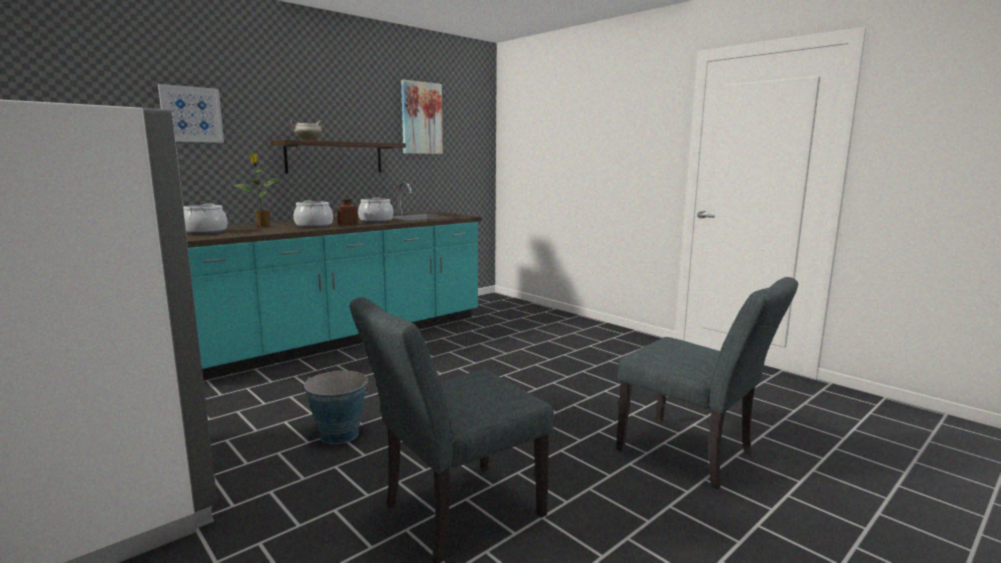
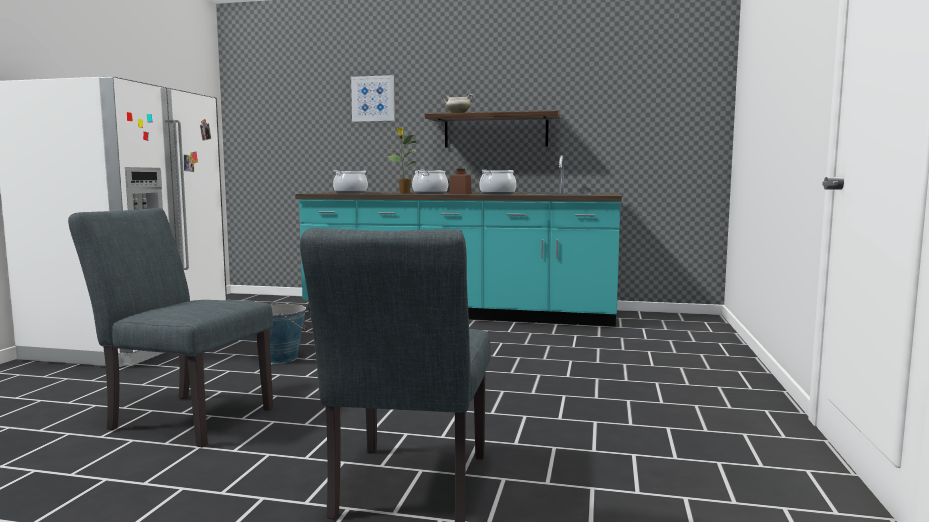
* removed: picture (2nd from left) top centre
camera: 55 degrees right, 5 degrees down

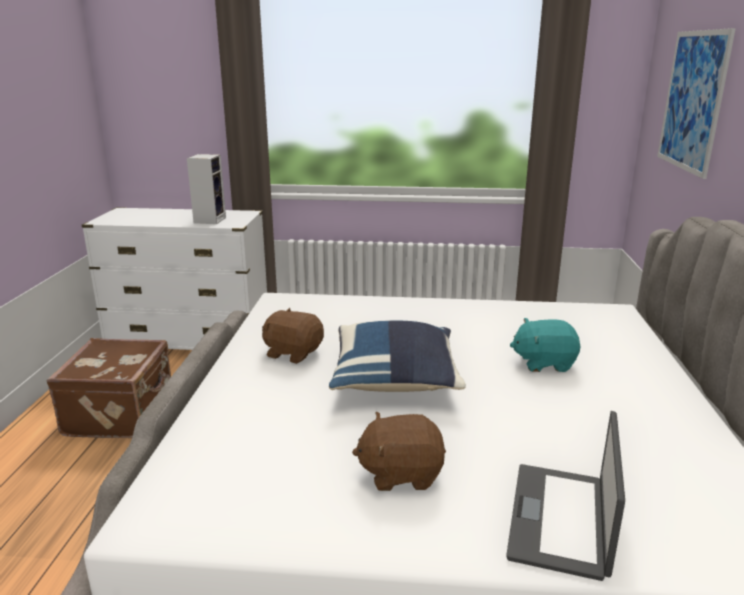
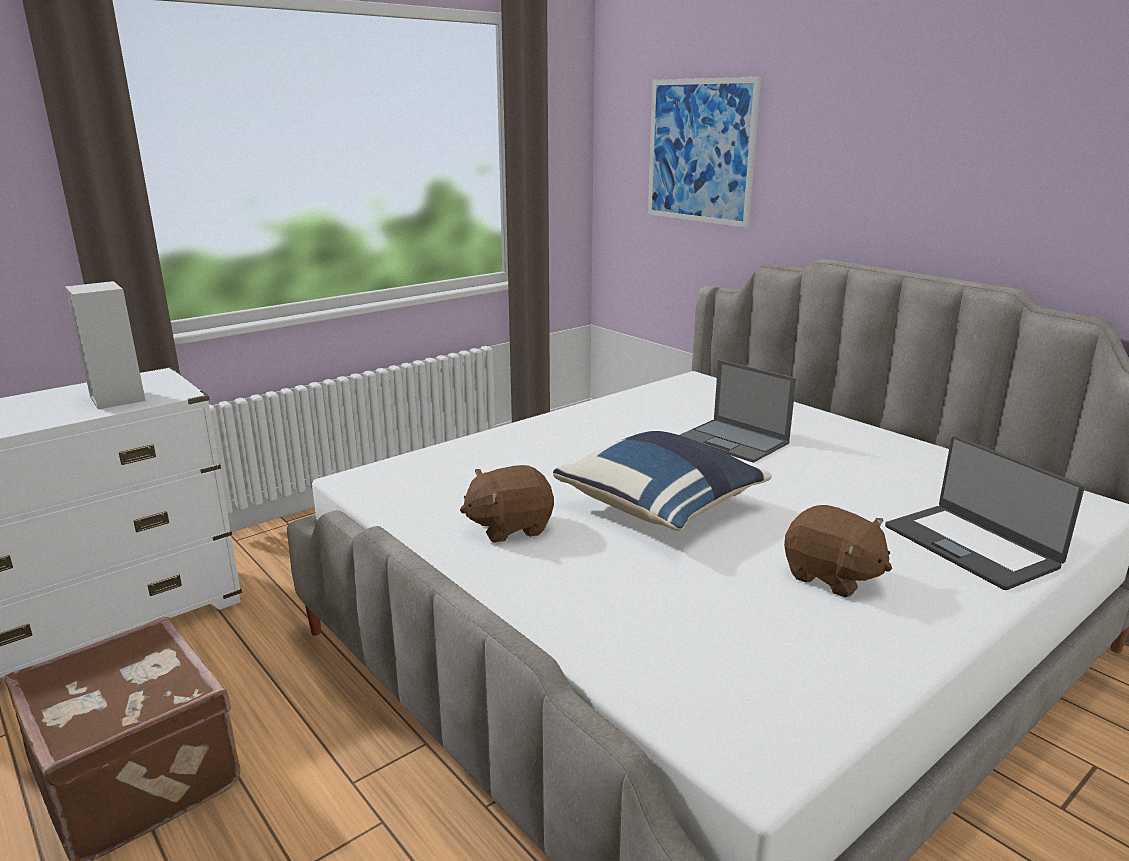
* turned: brown plush toy (2nd from left) bottom centre = middle right 90 degrees counterclockwise
* replaced: turquoise plush toy middle right to laptop (1st from left) centre
camera: 45 degrees left, 0 degrees up

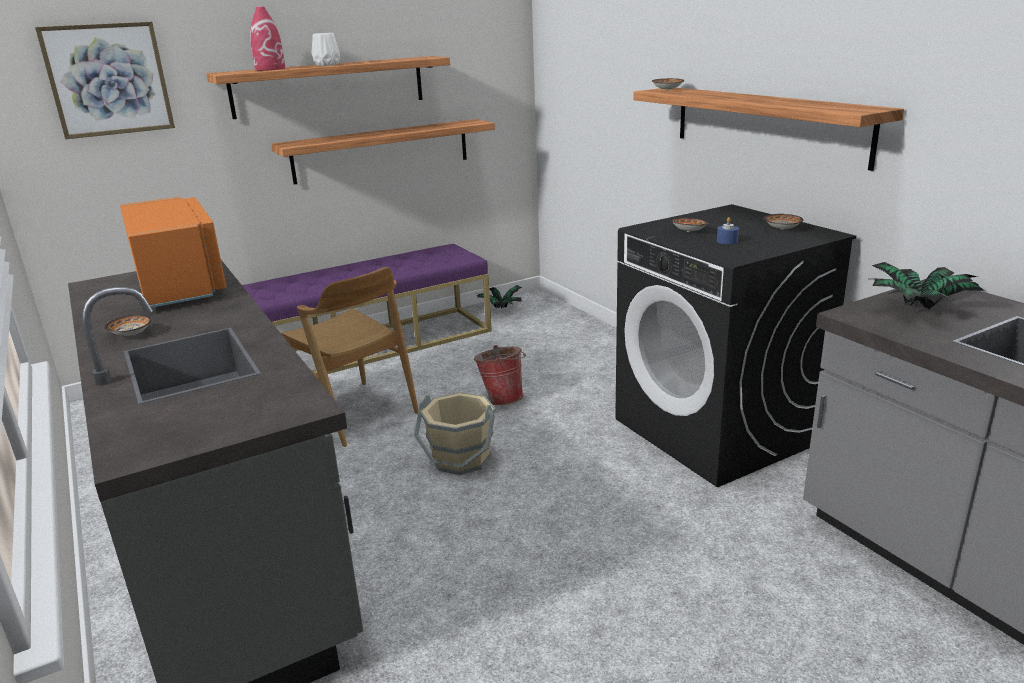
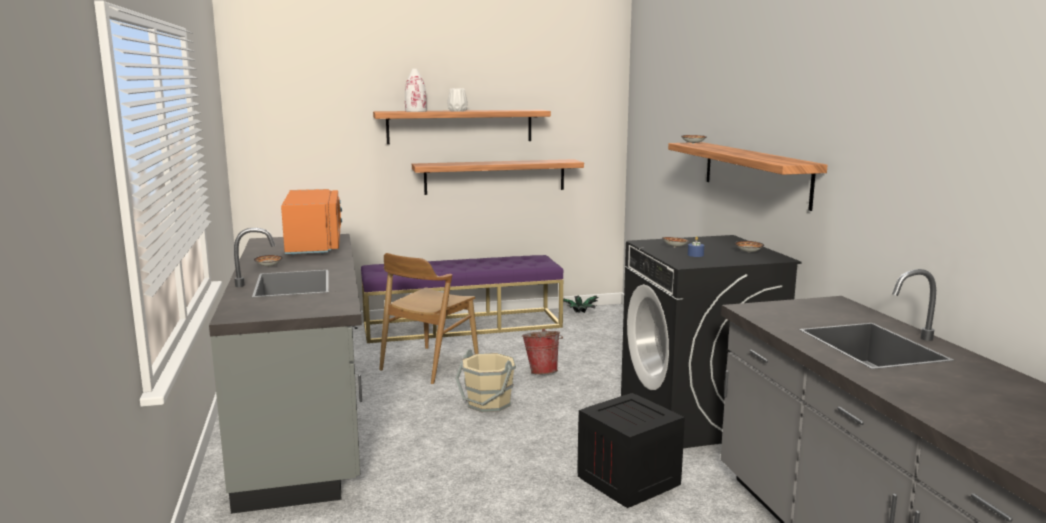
* removed: picture top left
* recoloured: red vase top left to white vase (1st from left) top centre
* turned: brown chair centre = centre 60 degrees clockwise
* removed: potted plant (2nd from left) middle right
* added: crate bottom centre
camera: 15 degrees right, 10 degrees down

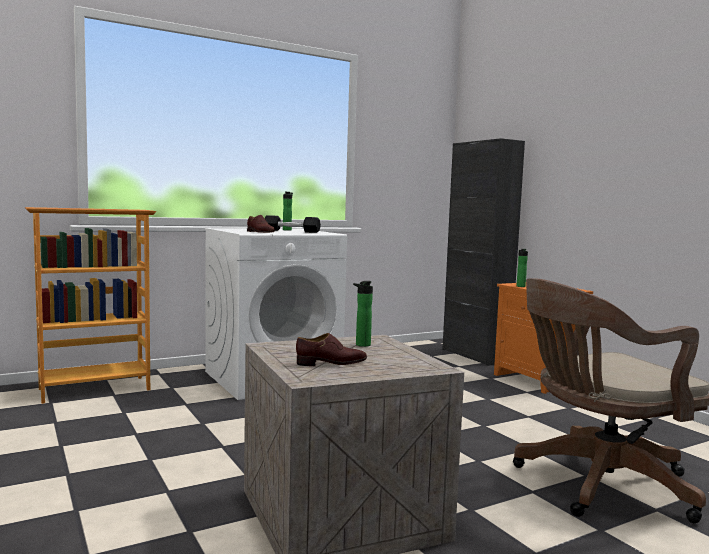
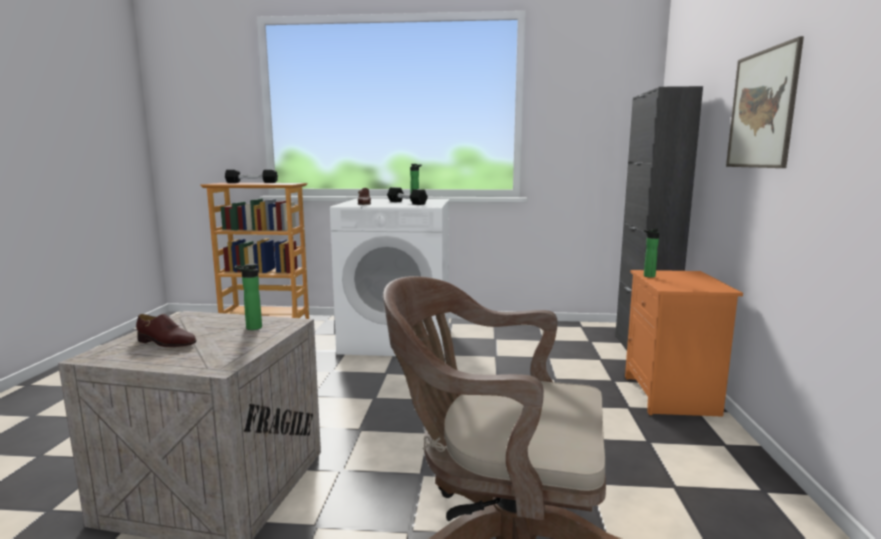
* added: black dumbbell (1st from left) top left
* added: picture top right
camera: 35 degrees right, 5 degrees up

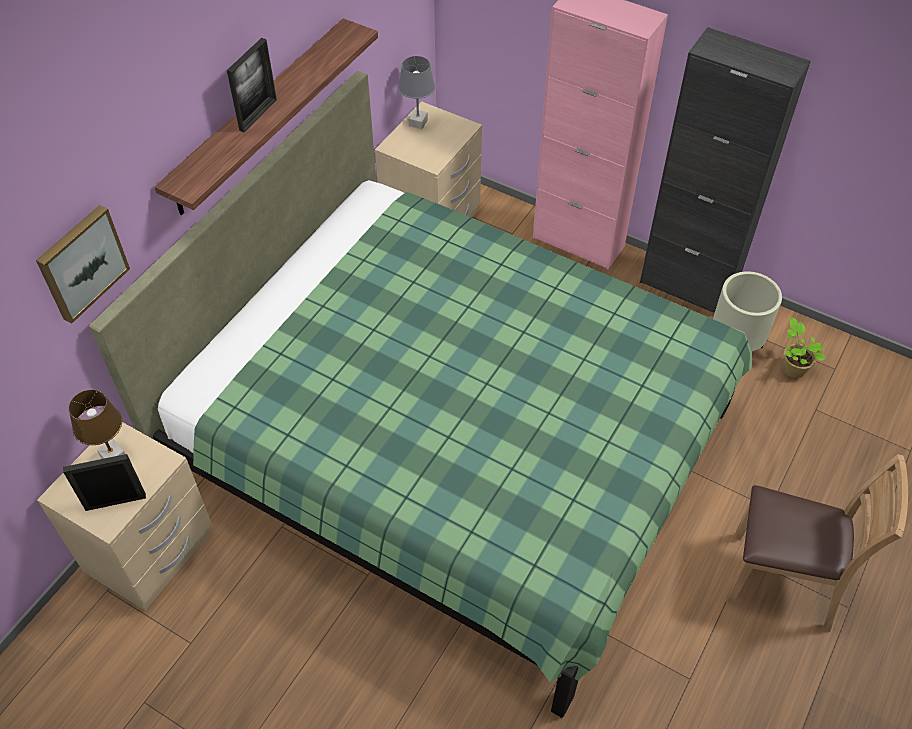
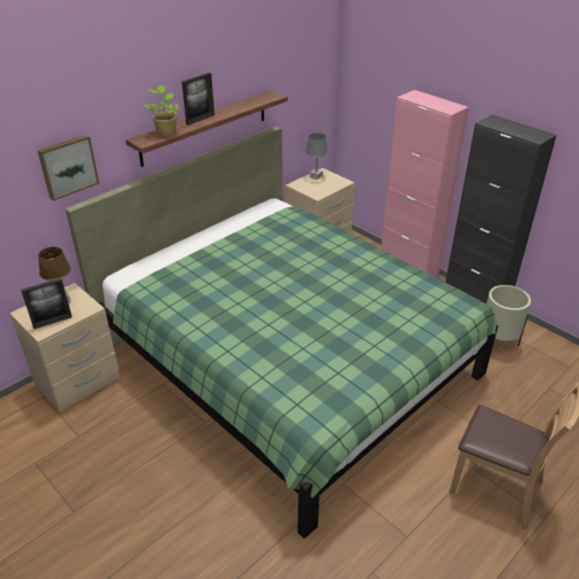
* turned: picture frame (1st from left) middle left = middle left 150 degrees clockwise
* moved: potted plant middle right to top left
camera: 15 degrees right, 15 degrees down

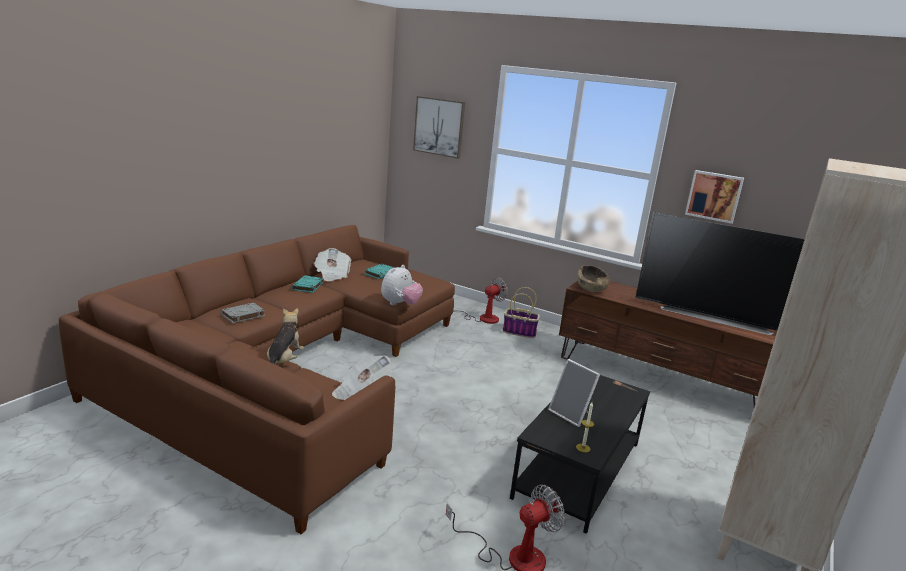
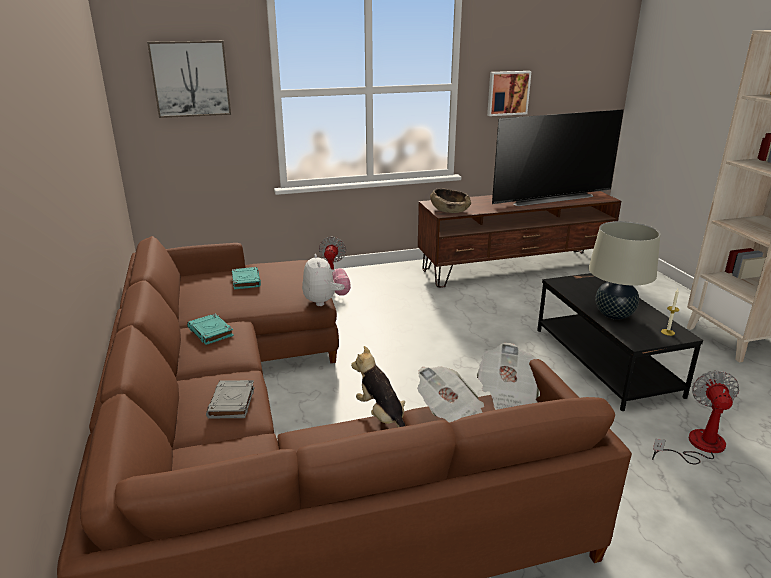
* moved: newspaper (1st from left) centre to bottom centre
* removed: basket centre
* replaced: picture frame bottom centre to beige table lamp middle right
camera: 45 degrees left, 5 degrees up

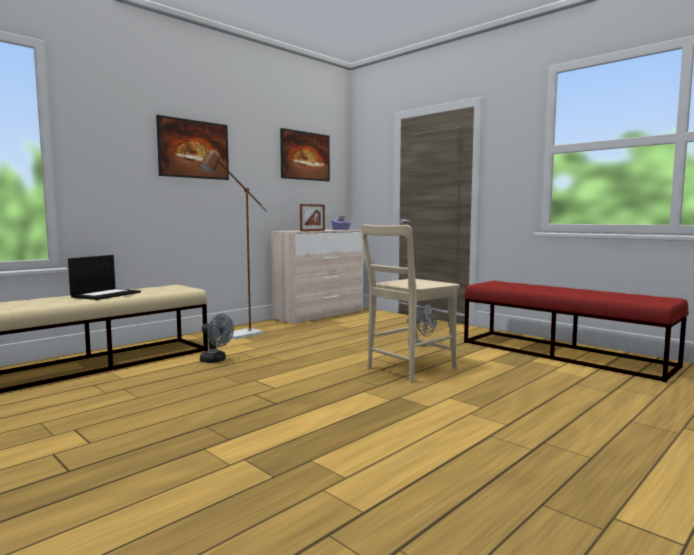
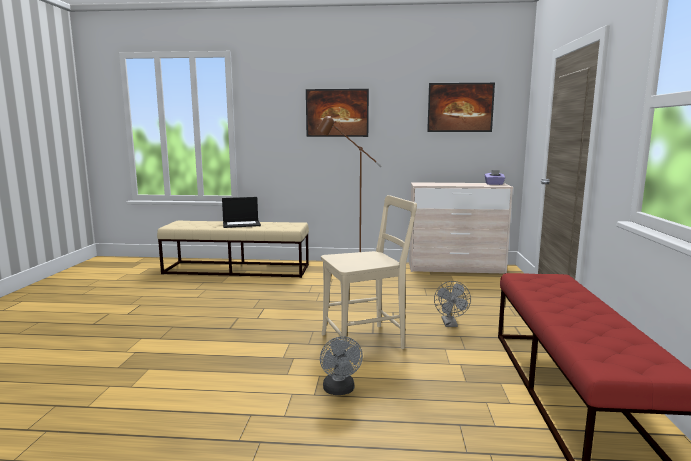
* moved: grey fan (1st from left) middle left to bottom centre
* removed: picture frame centre
* turned: beige chair centre = centre 150 degrees clockwise
camera: 50 degrees right, 5 degrees up

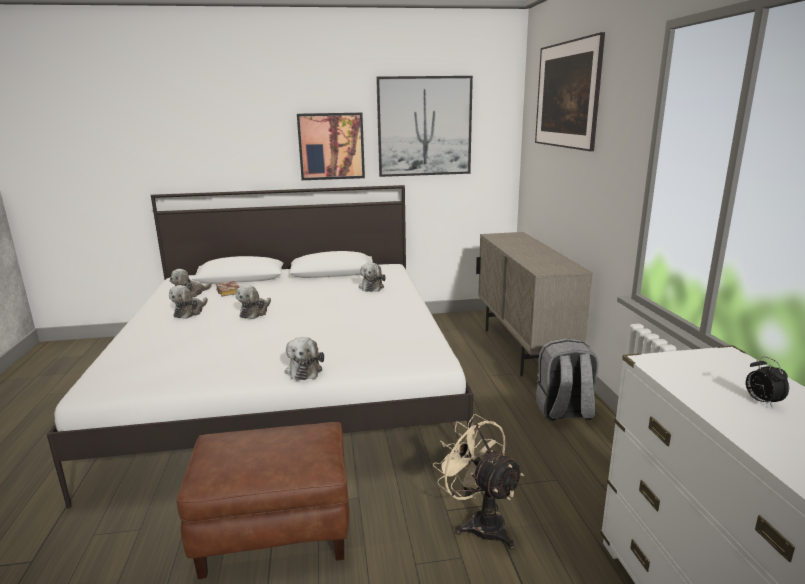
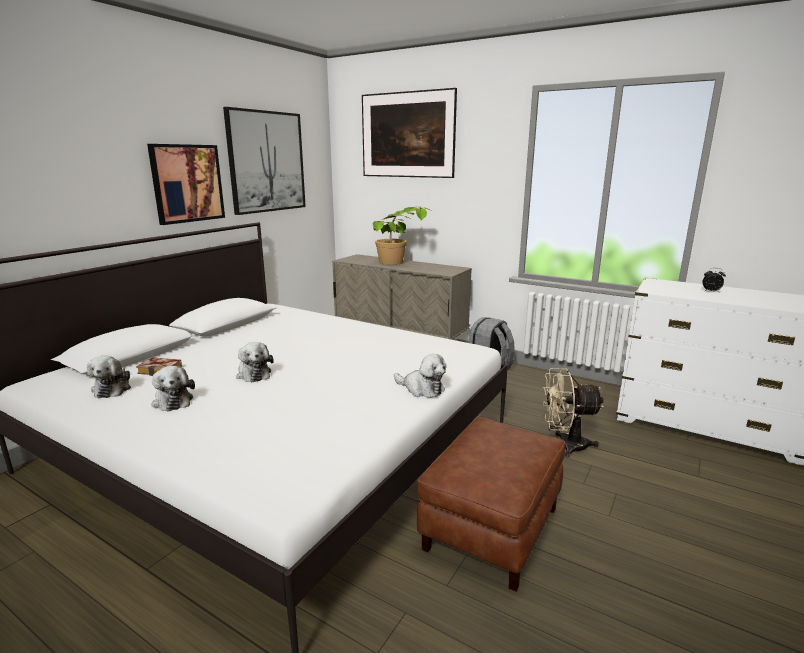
* removed: plush toy (5th from left) centre
* added: potted plant centre
camera: 50 degrees left, 0 degrees up

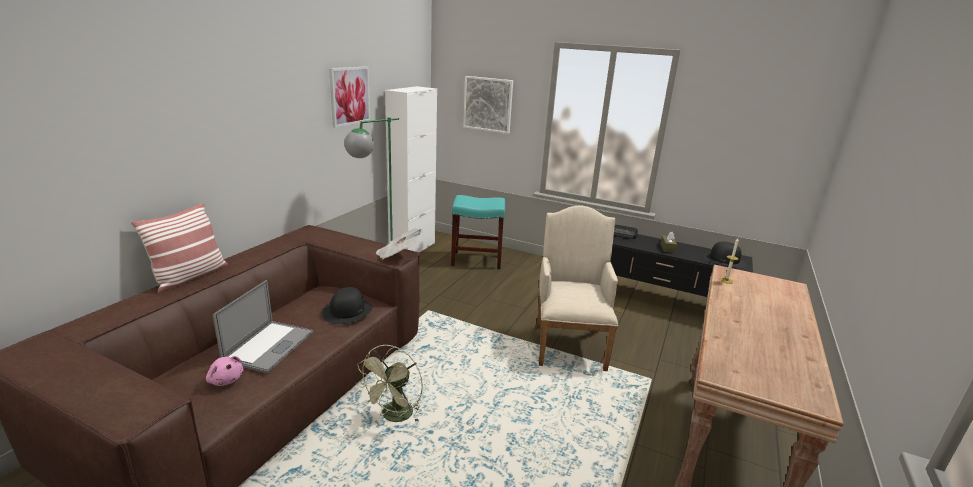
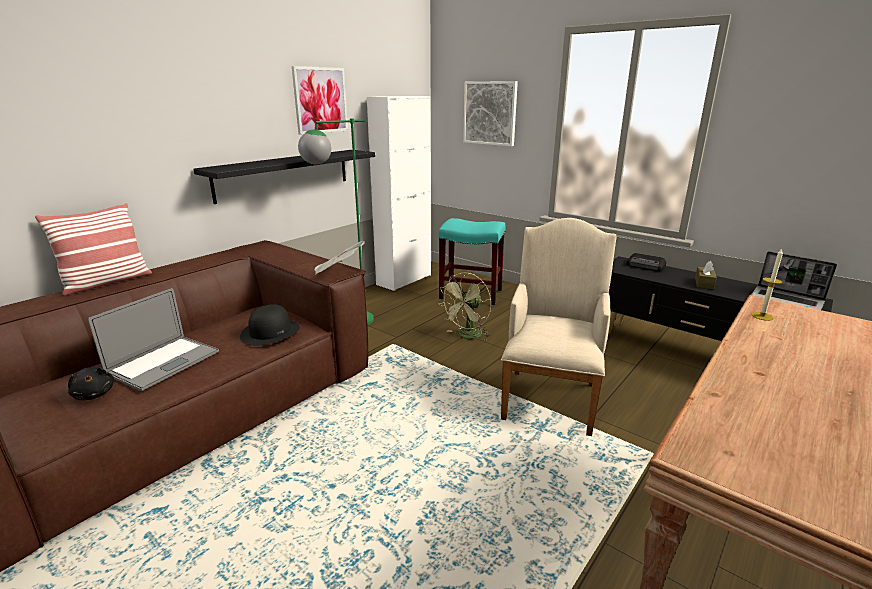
* recoloured: pink plush toy bottom left to black plush toy middle left
* moved: green fan bottom centre to centre
* replaced: black hat (2nd from left) middle right to laptop (2nd from left) middle right
* added: black shelf top left
camera: 15 degrees right, 0 degrees up

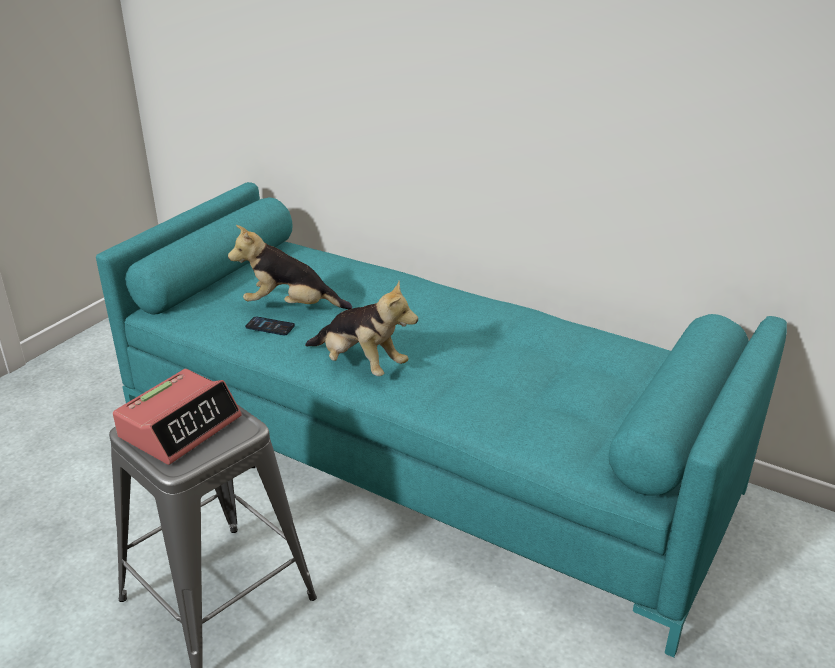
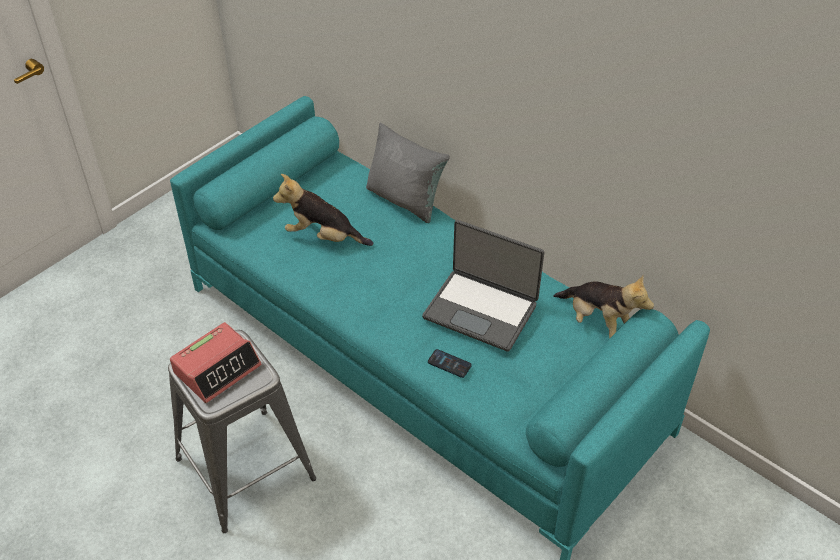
* moved: phone middle left to centre
* moved: plush toy (2nd from left) centre to middle right
* added: grey pillow top centre
* added: laptop centre
camera: 10 degrees right, 15 degrees up

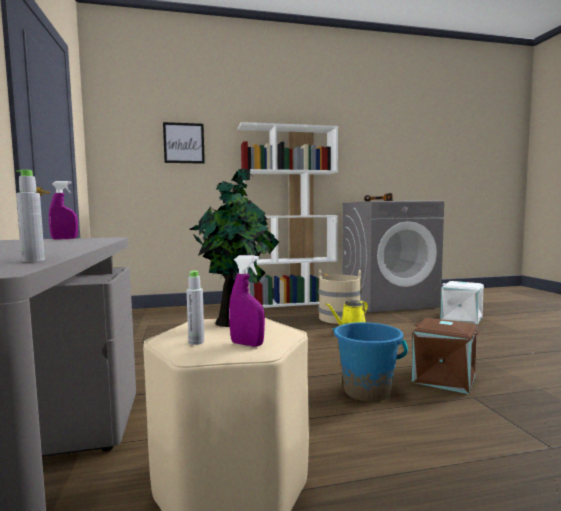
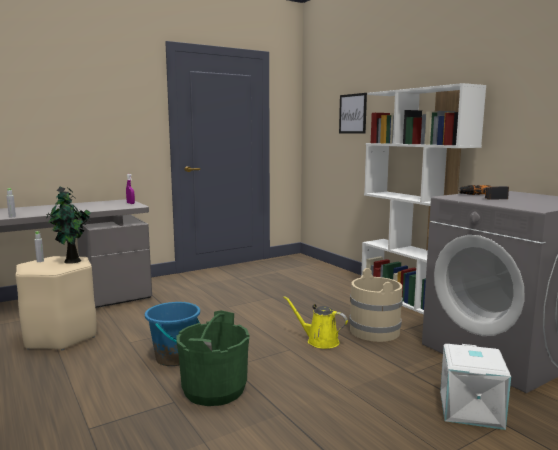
* removed: purple spray bottle (2nd from left) centre
* replaced: brown storage box bottom right to green bucket bottom centre
camera: 70 degrees right, 5 degrees up

